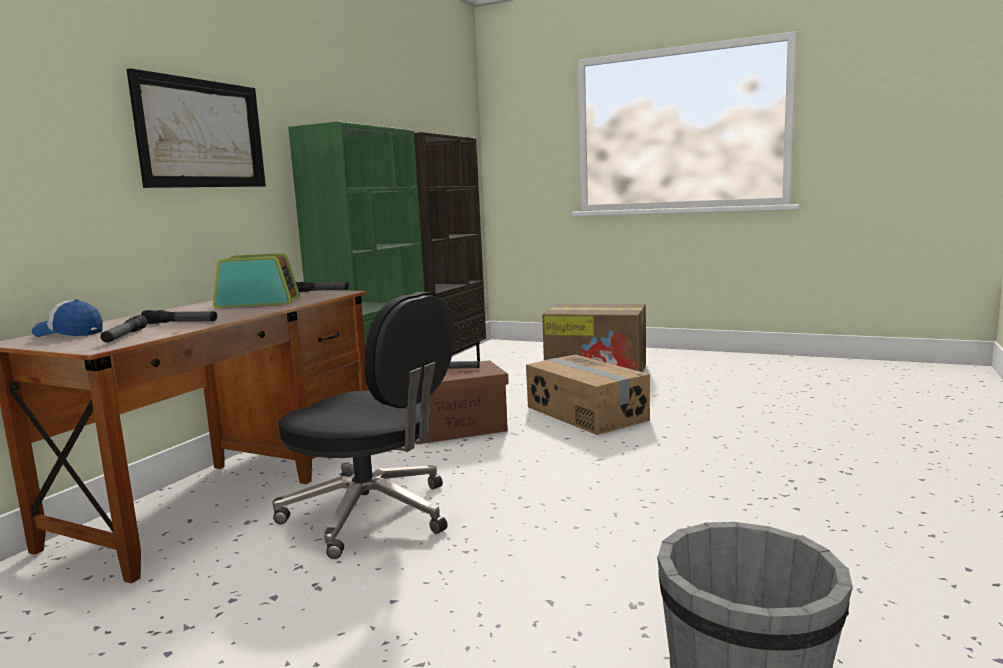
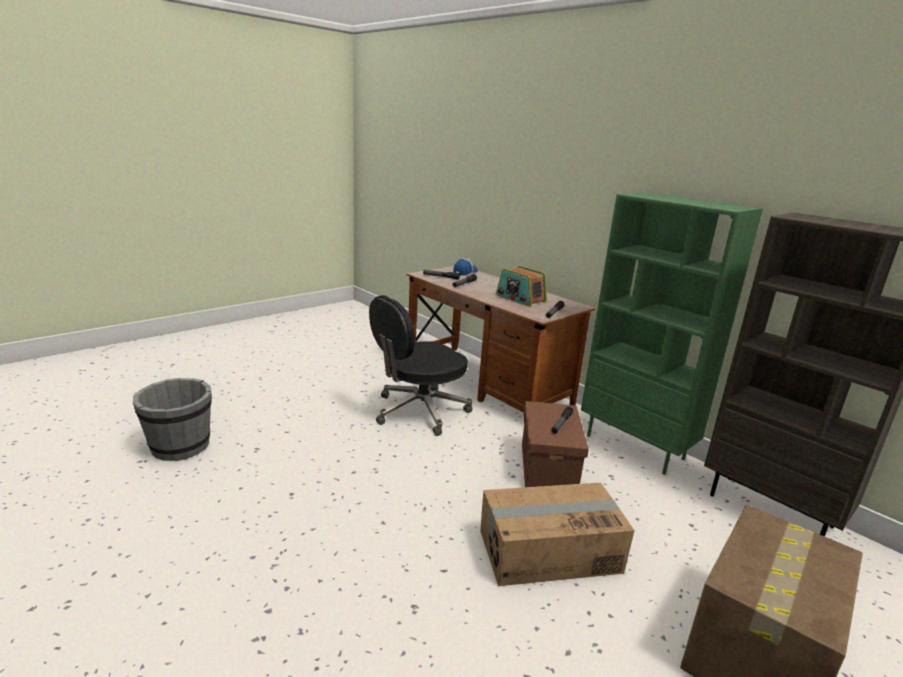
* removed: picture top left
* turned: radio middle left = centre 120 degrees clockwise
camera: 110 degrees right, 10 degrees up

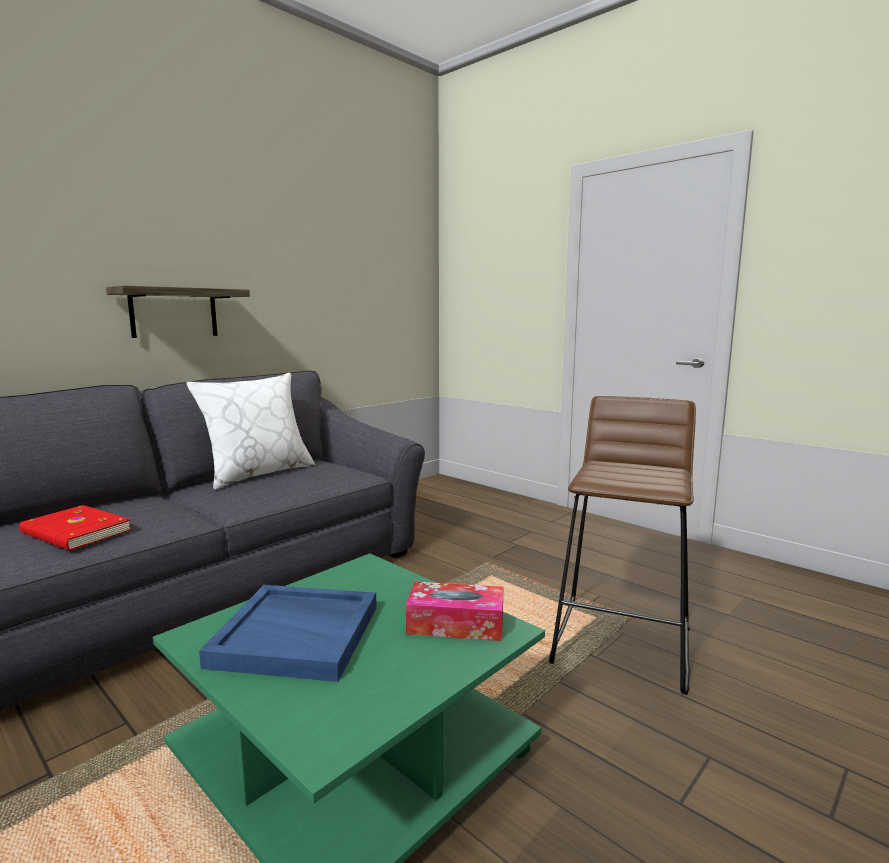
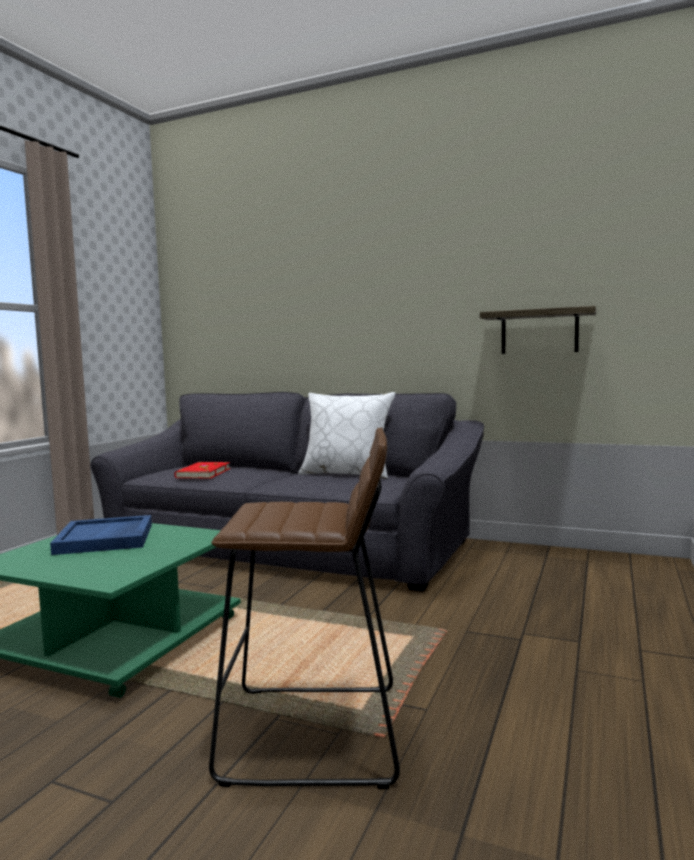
* moved: shelf middle left to middle right
* removed: tissue box bottom centre
camera: 70 degrees right, 5 degrees down

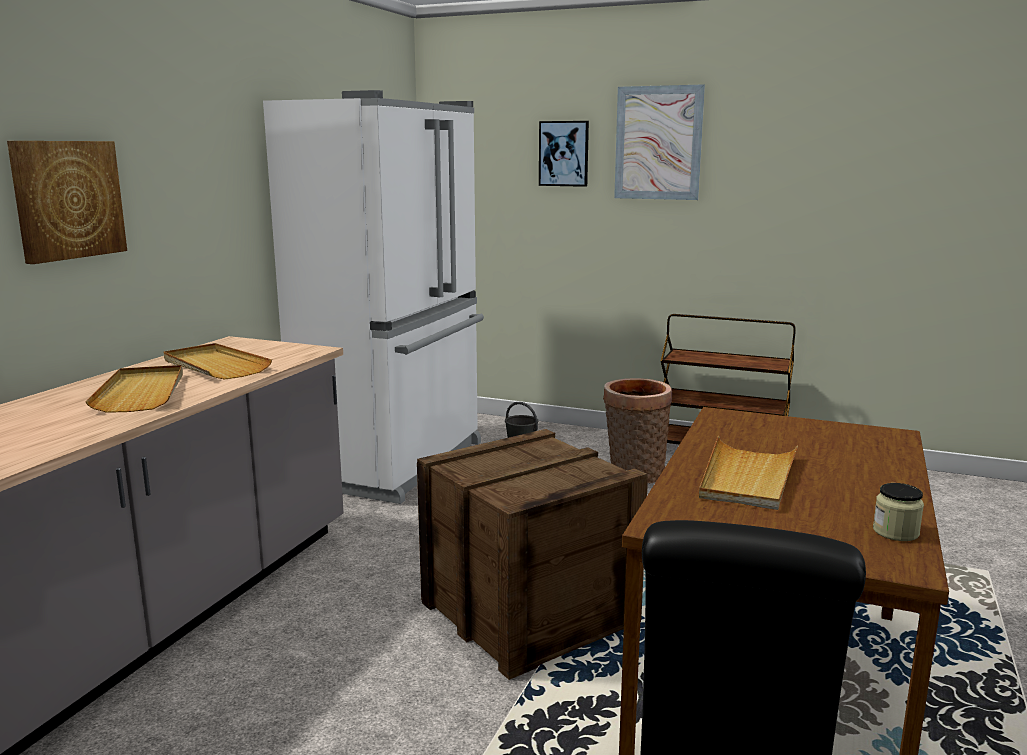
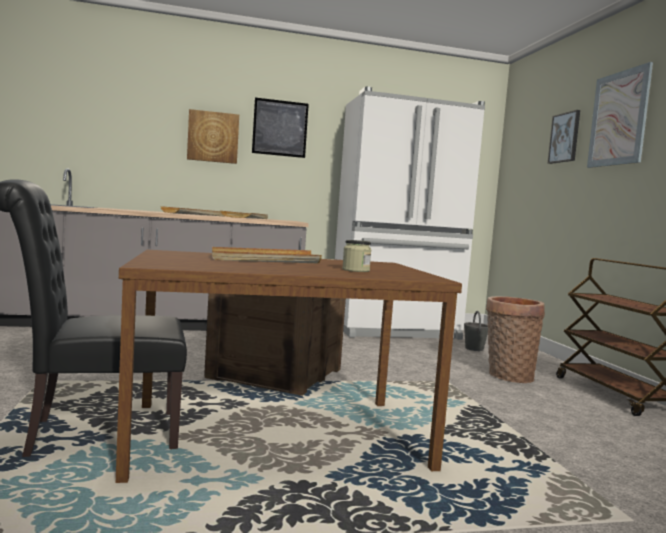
* moved: jar bottom right to centre
* added: picture (2nd from left) top centre
camera: 55 degrees right, 10 degrees down

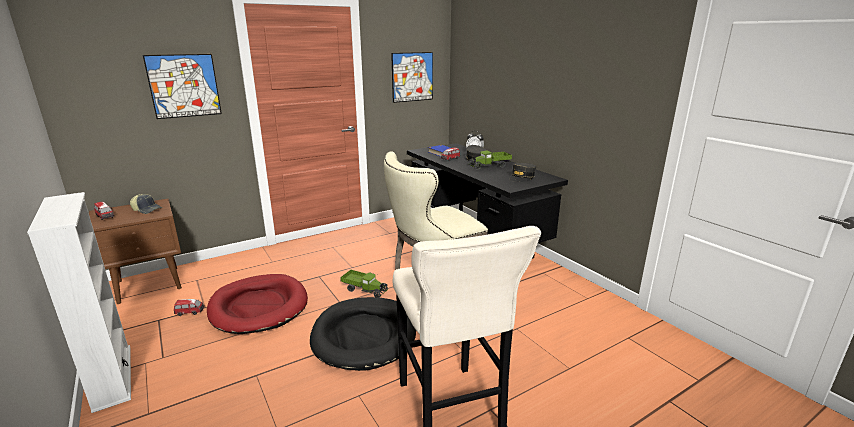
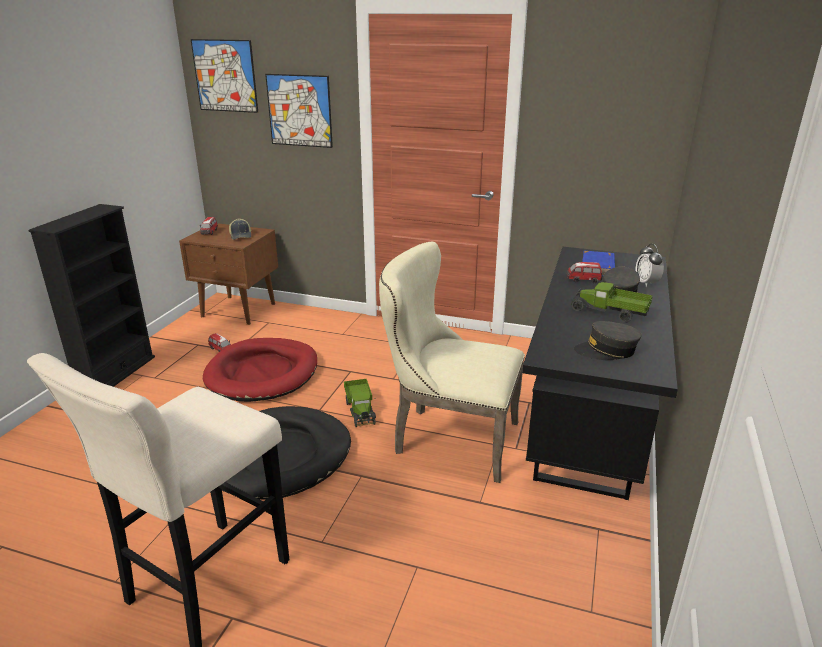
* recoloured: white bookcase bottom left to black bookcase middle left
* moved: picture (2nd from left in the first image) top centre to picture (1st from left) top left
camera: 50 degrees right, 5 degrees up

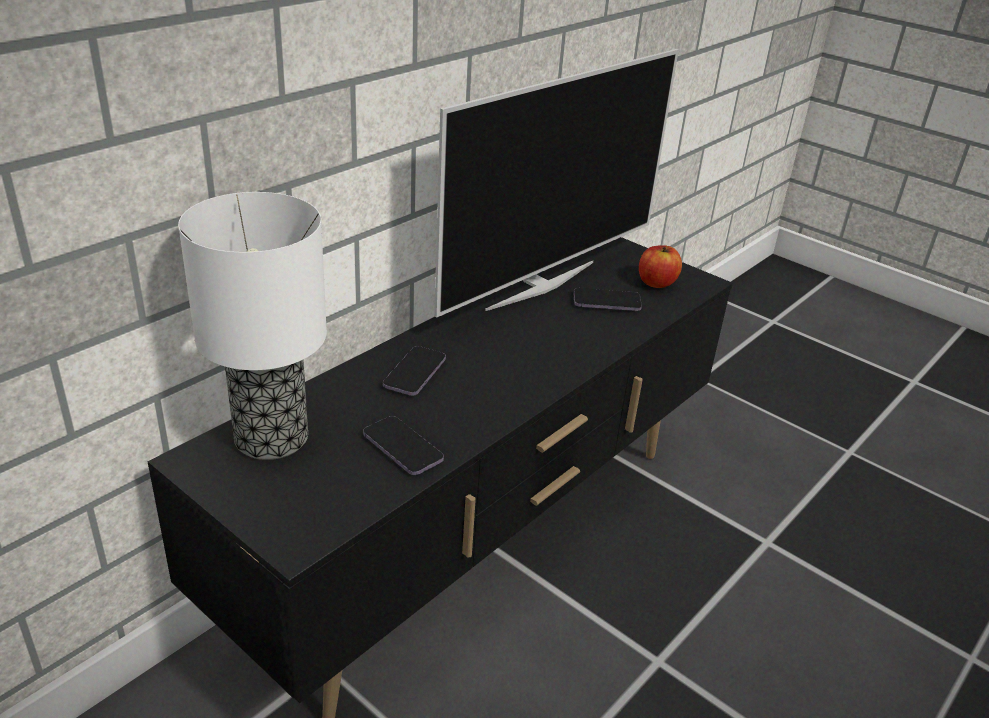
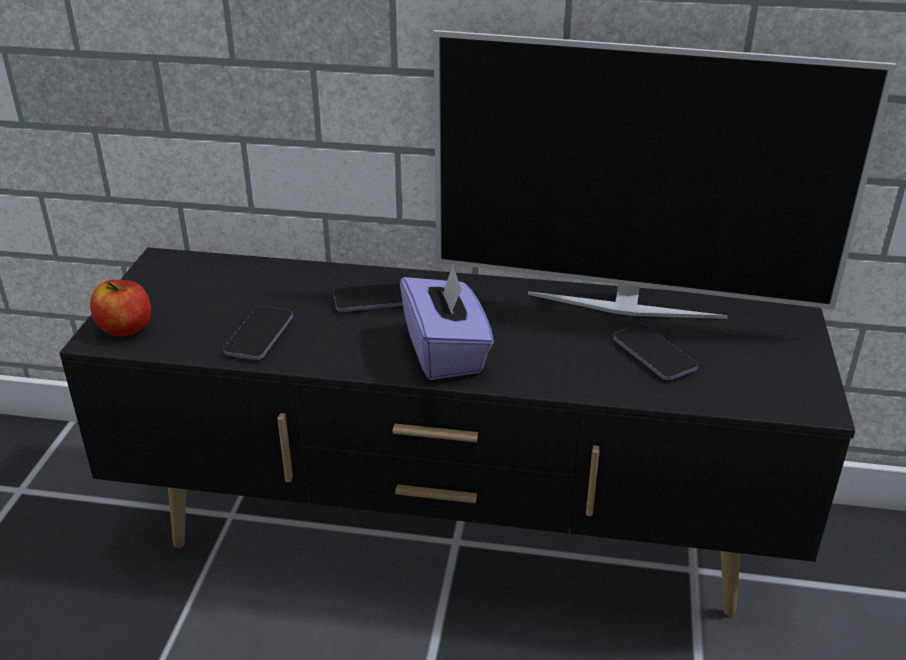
* removed: table lamp middle left
* moved: apple middle right to middle left
* added: purple tissue box centre
camera: 60 degrees right, 0 degrees up

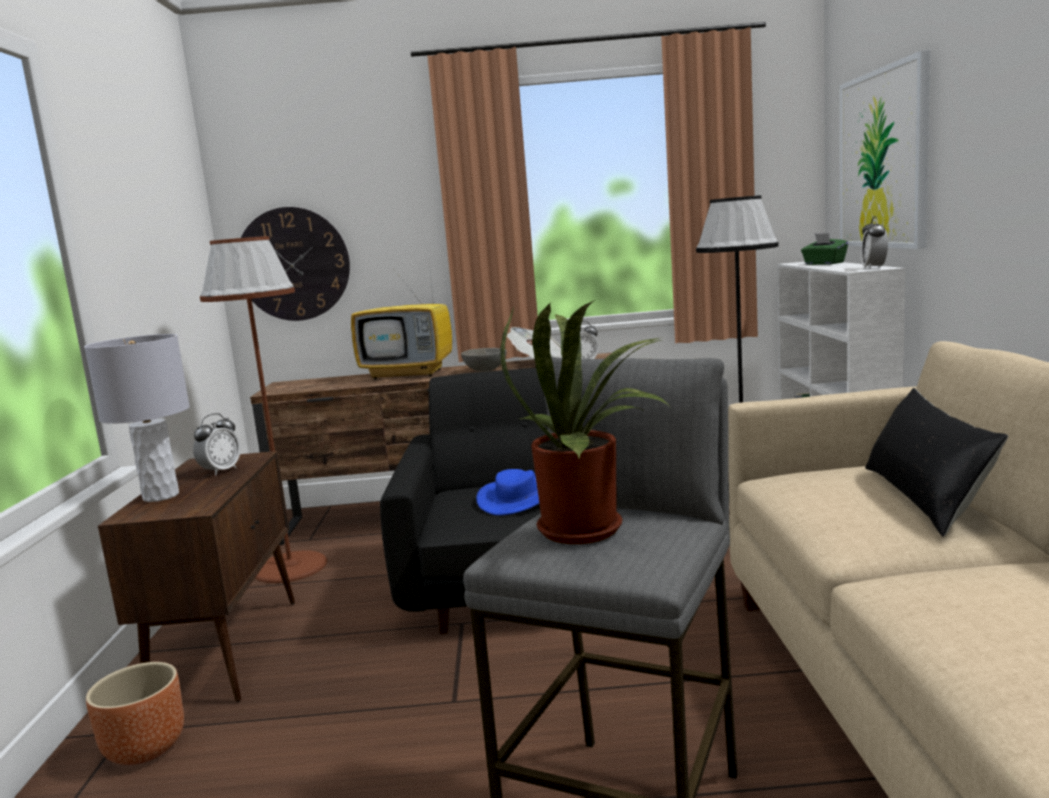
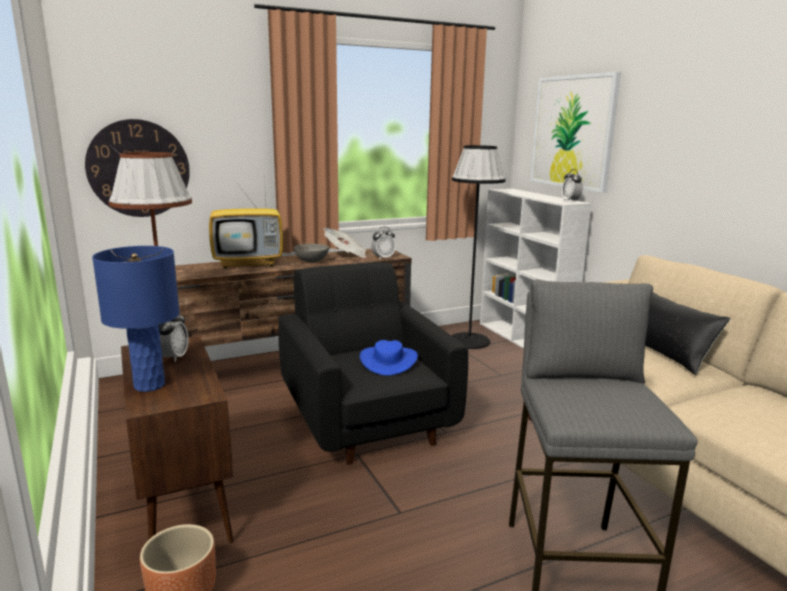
* recoloured: grey table lamp middle left to blue table lamp middle left
* removed: potted plant centre
* removed: green tissue box top right
camera: 25 degrees left, 5 degrees up

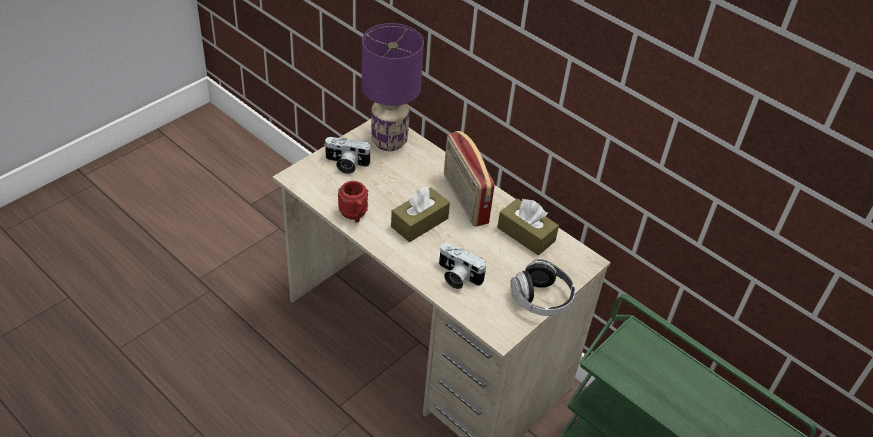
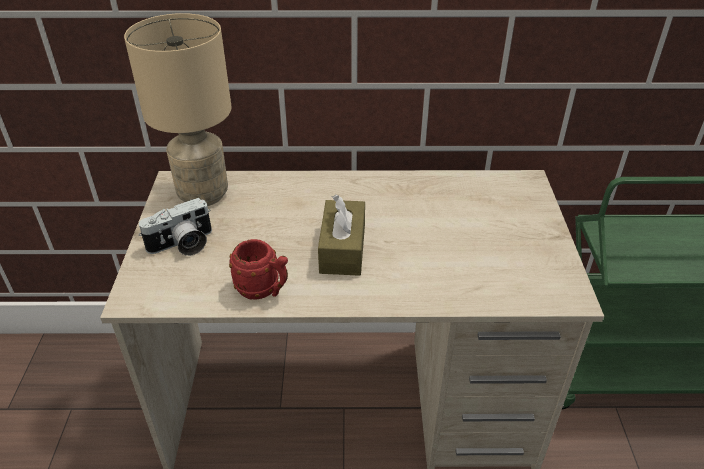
* recoloured: purple table lamp top centre to beige table lamp top left
* removed: photo camera (2nd from left) centre
* removed: radio centre
* removed: brown tissue box (2nd from left) centre
* removed: headphones centre
camera: 40 degrees left, 5 degrees down

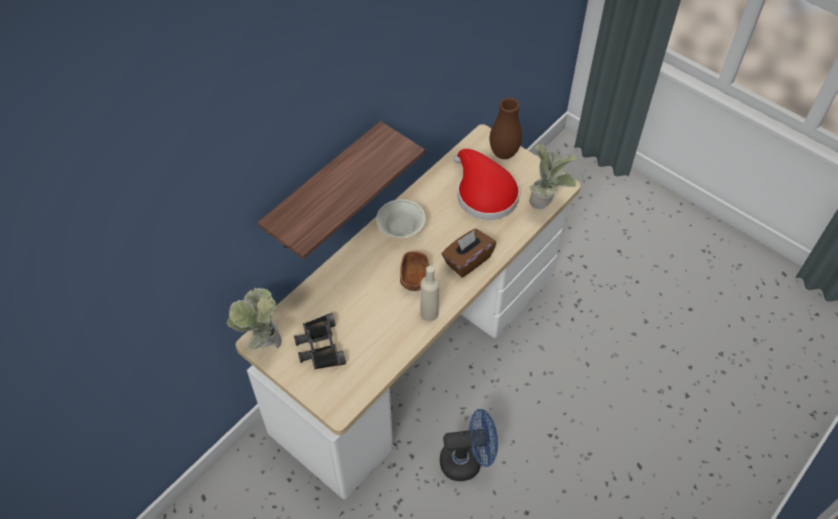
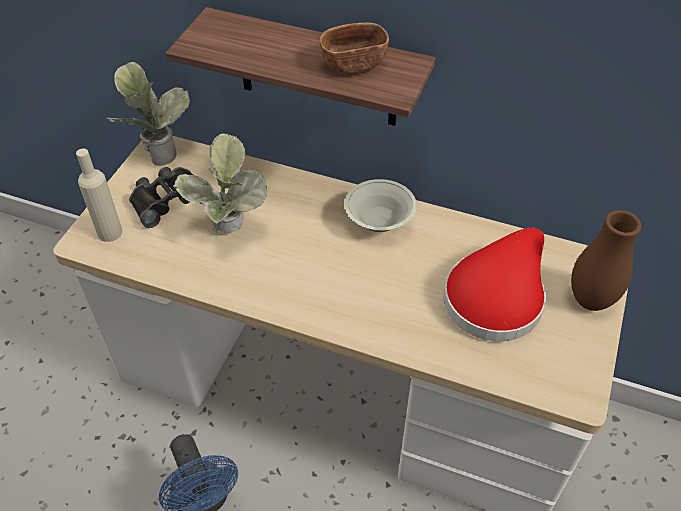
* moved: brown bowl centre to top centre
* moved: beige bottle centre to middle left
* removed: brown tissue box centre
* moved: potted plant (2nd from left) centre to middle left
camera: 70 degrees right, 5 degrees down

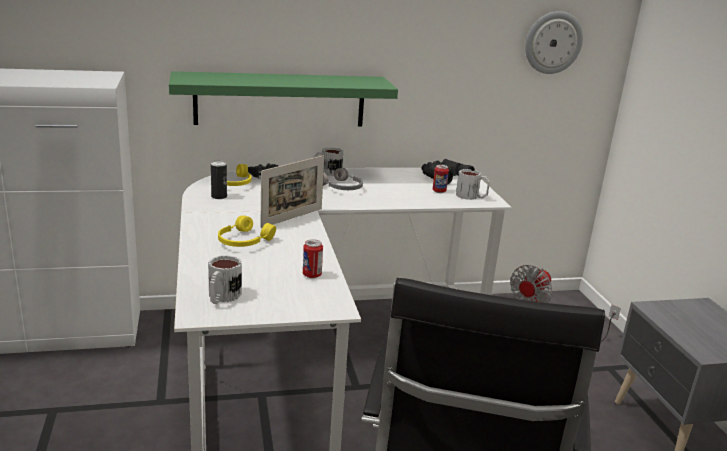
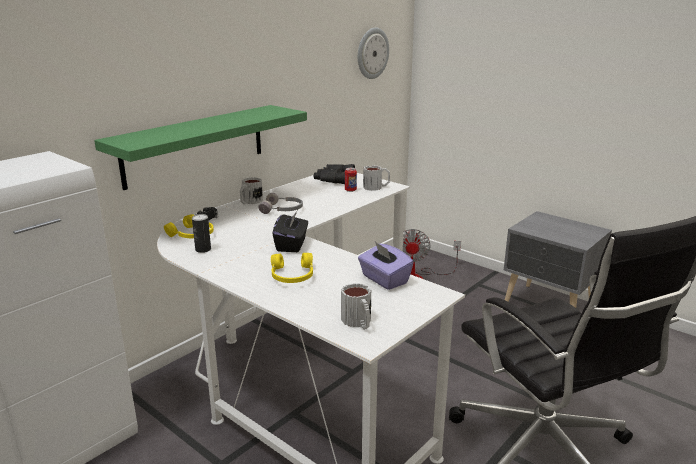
* replaced: picture frame centre to black tissue box centre
* replaced: can (2nd from left) centre to purple tissue box centre
camera: 35 degrees left, 0 degrees up

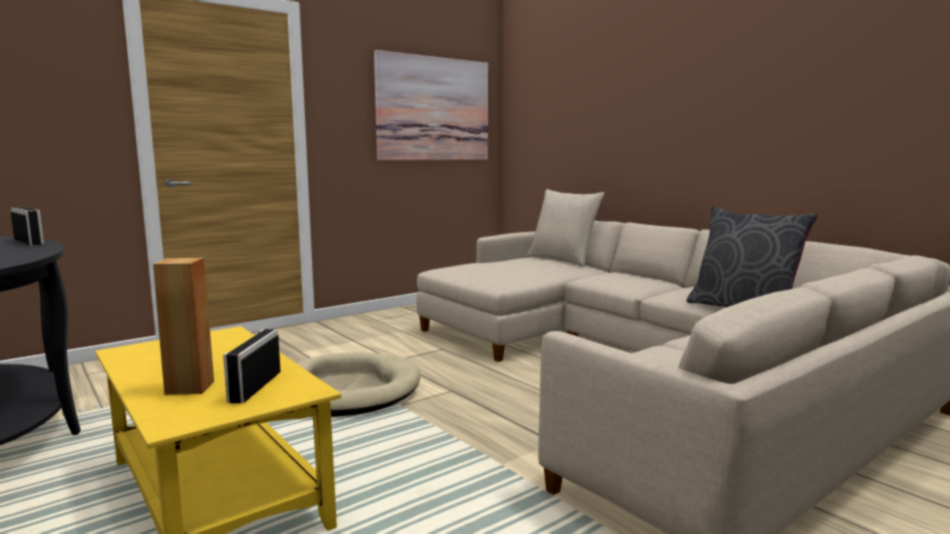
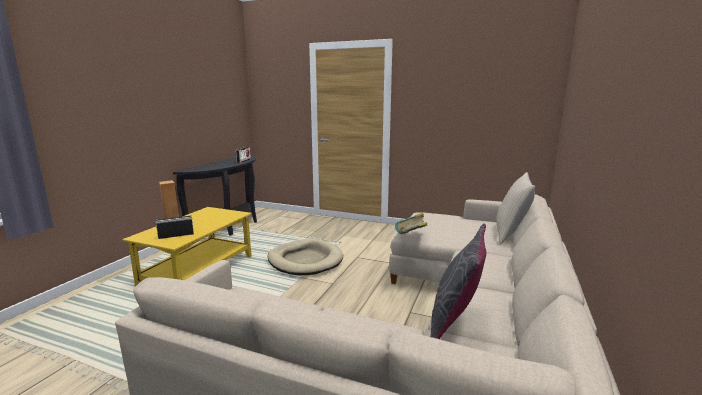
* removed: picture top centre
* added: book centre
camera: 60 degrees right, 5 degrees up

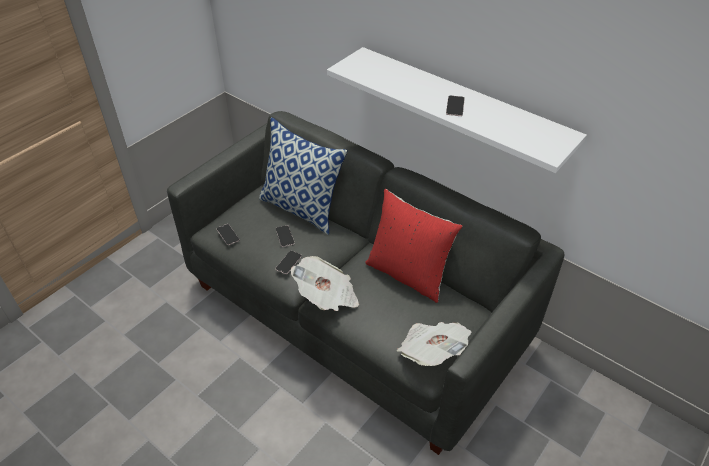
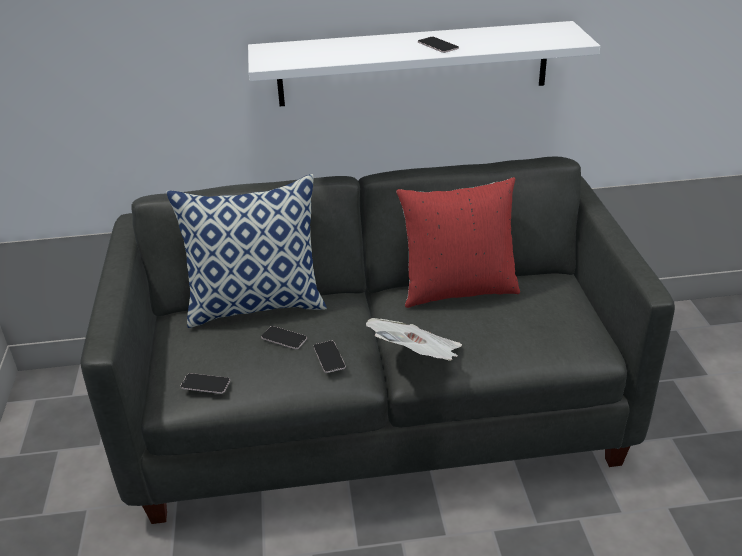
* removed: newspaper (2nd from left) bottom centre
camera: 45 degrees left, 10 degrees down

